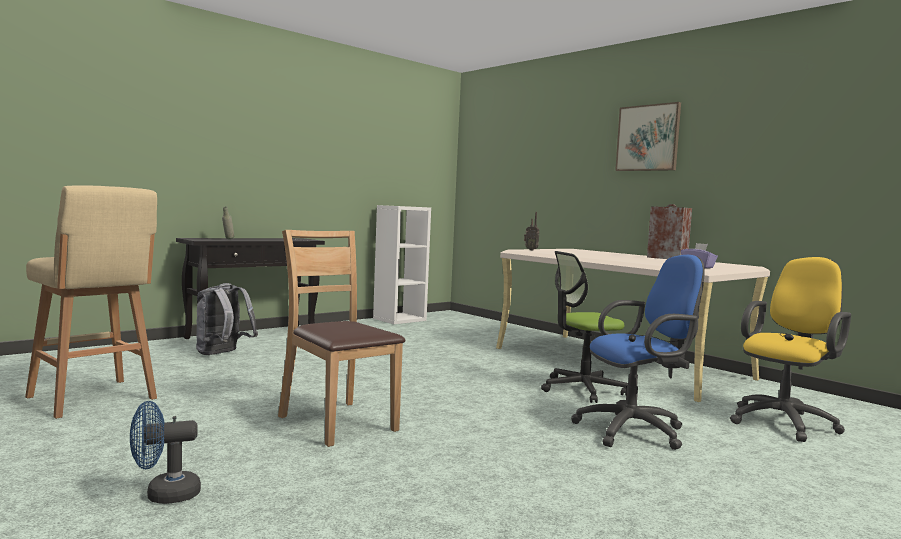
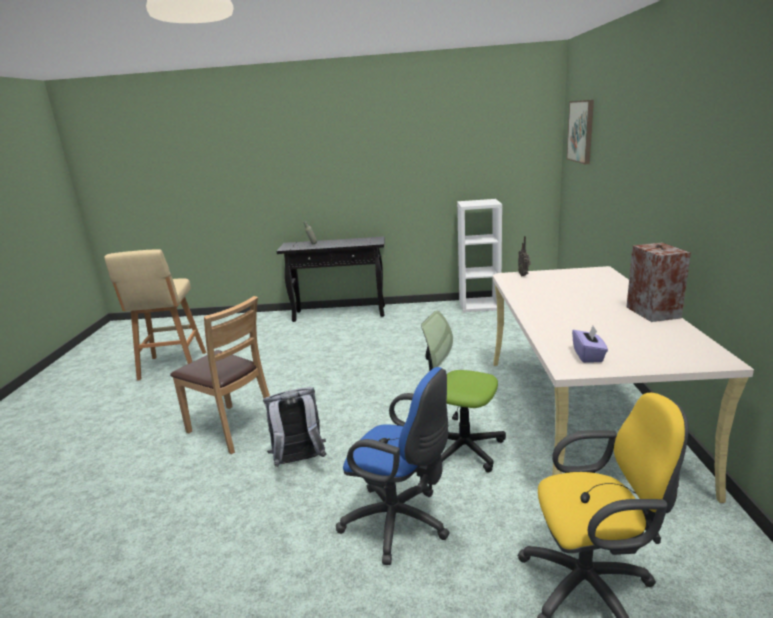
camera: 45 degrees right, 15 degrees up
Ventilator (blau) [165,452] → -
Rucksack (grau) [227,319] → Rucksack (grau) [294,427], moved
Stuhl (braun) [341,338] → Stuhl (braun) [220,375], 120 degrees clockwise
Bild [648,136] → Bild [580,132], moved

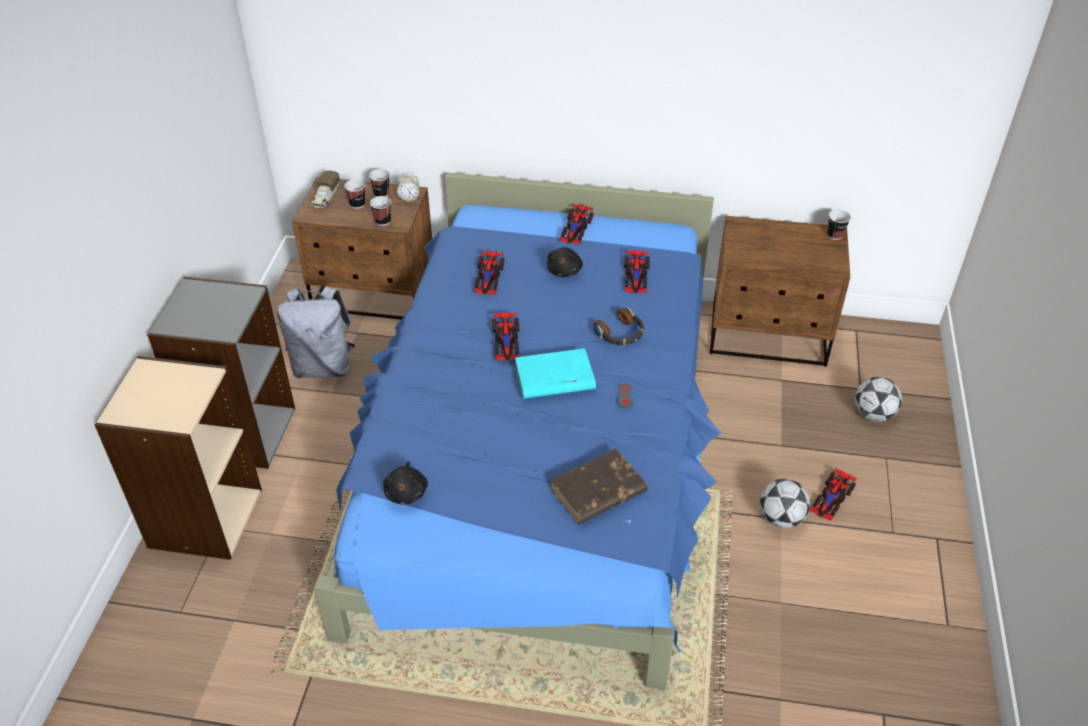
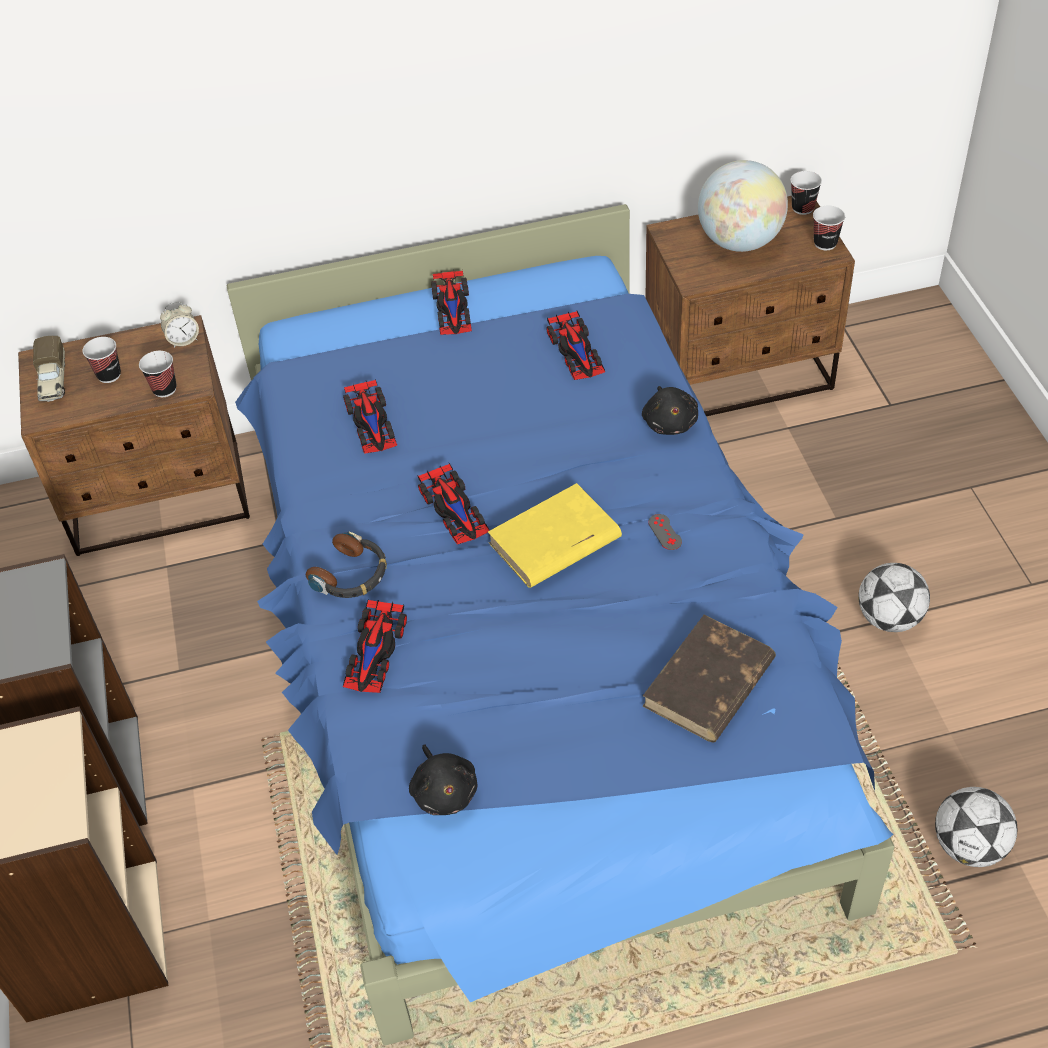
camera: 20 degrees left, 5 degrees up
Rucksack (grau) [316,332] → -
Tasse [379,183] → Tasse [829,228], moved
Buch (türkis) [555,373] → Buch (gelb) [555,535]
Plüschtier (schwarz) [565,262] → Plüschtier (schwarz) [670,410], moved
Kopfhörer [619,327] → Kopfhörer [346,565], moved
Spielzeugauto [833,494] → Spielzeugauto [375,646], moved
Fußball [878,399] → Fußball [976,827], moved
- → Globus [743,206]

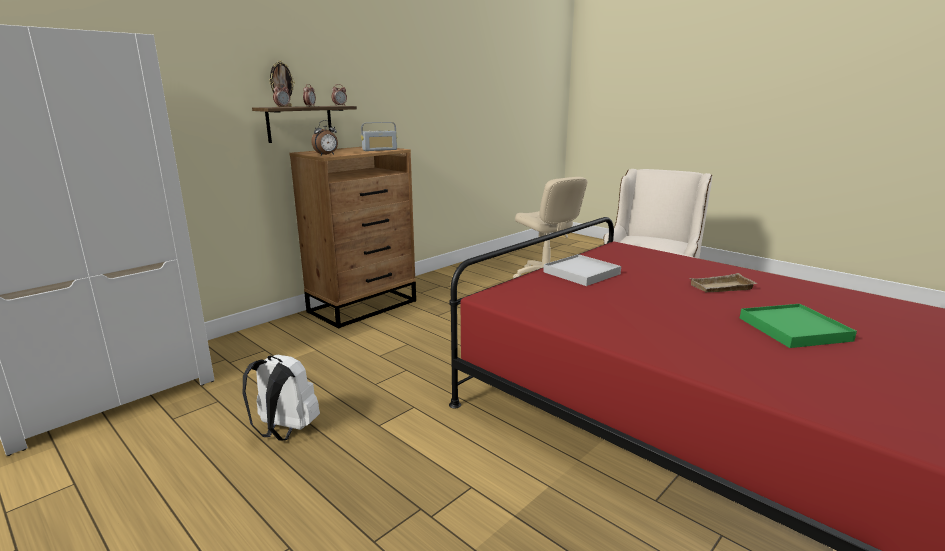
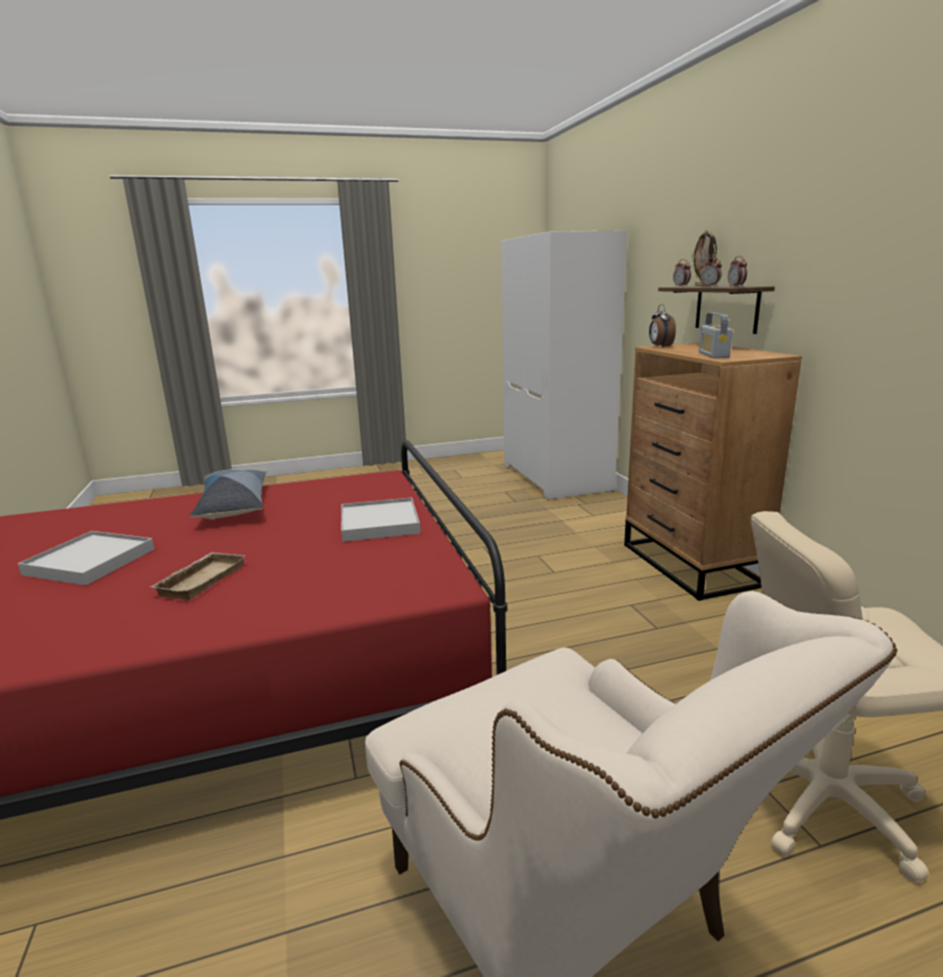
camera: 120 degrees right, 0 degrees up
Rucksack (weiß) [281,398] → -
Tablett (grün) [798,326] → Tablett (weiß) [86,558]
- → Kissen [228,493]

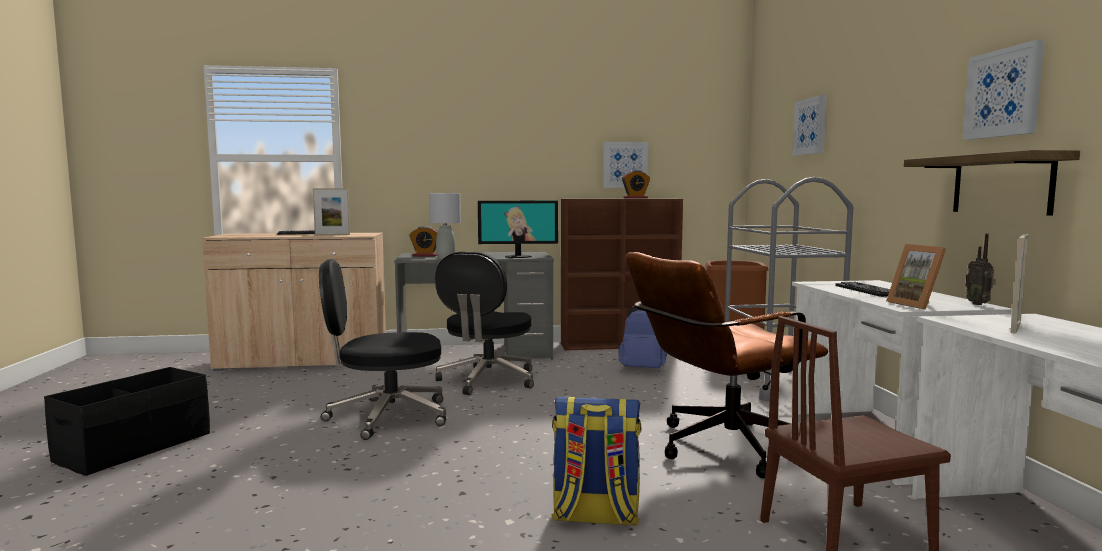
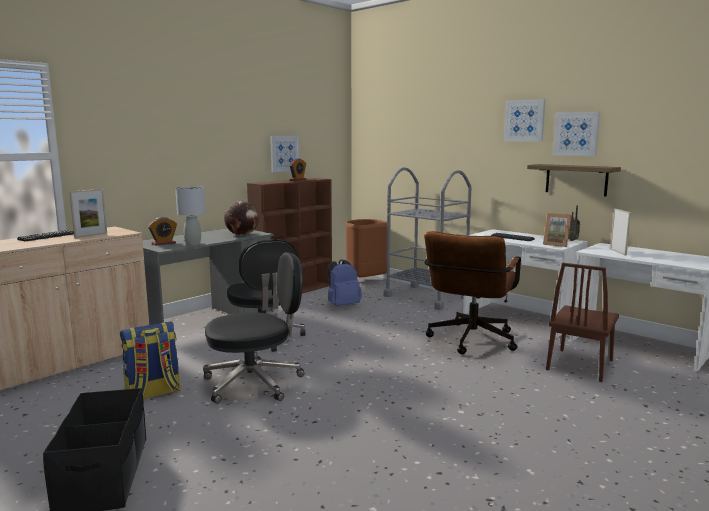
camera: 40 degrees left, 5 degrees up
Bürostuhl (schwarz) [382,349] → Bürostuhl (schwarz) [253,328], 150 degrees counterclockwise
Monitor [518,229] → Globus [241,218]
Rucksack [597,461] → Rucksack [150,360], moved
Bild [809,125] → Bild [525,120], moved

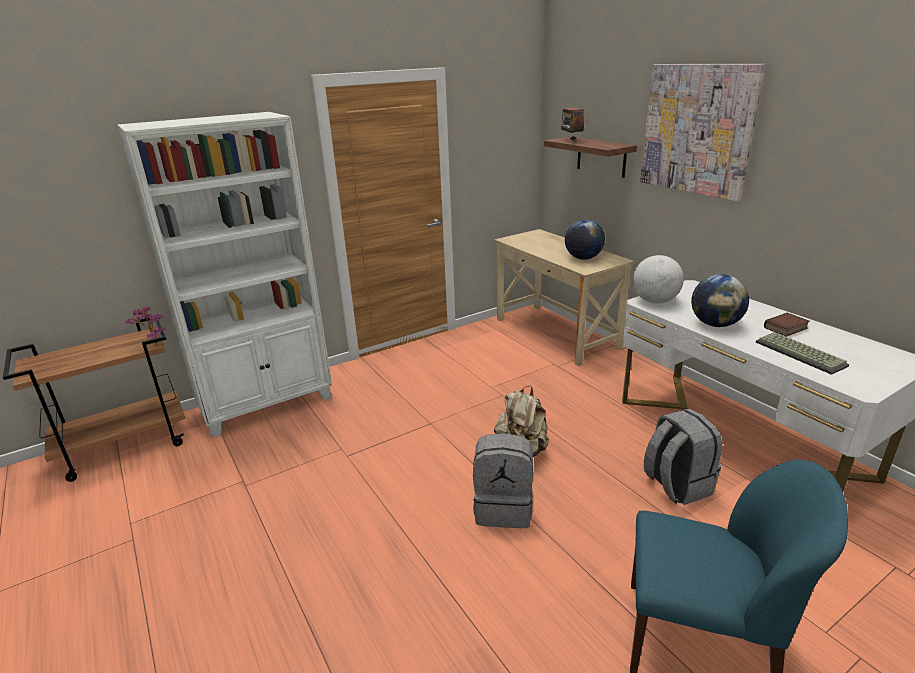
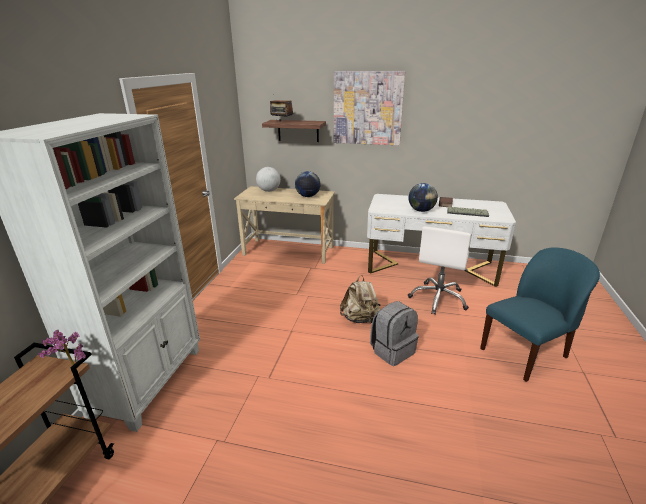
camera: 45 degrees left, 0 degrees up
Globus [658,279] → Globus [268,179], moved
Rucksack (grau) [683,457] → Bürostuhl (weiß) [439,271]

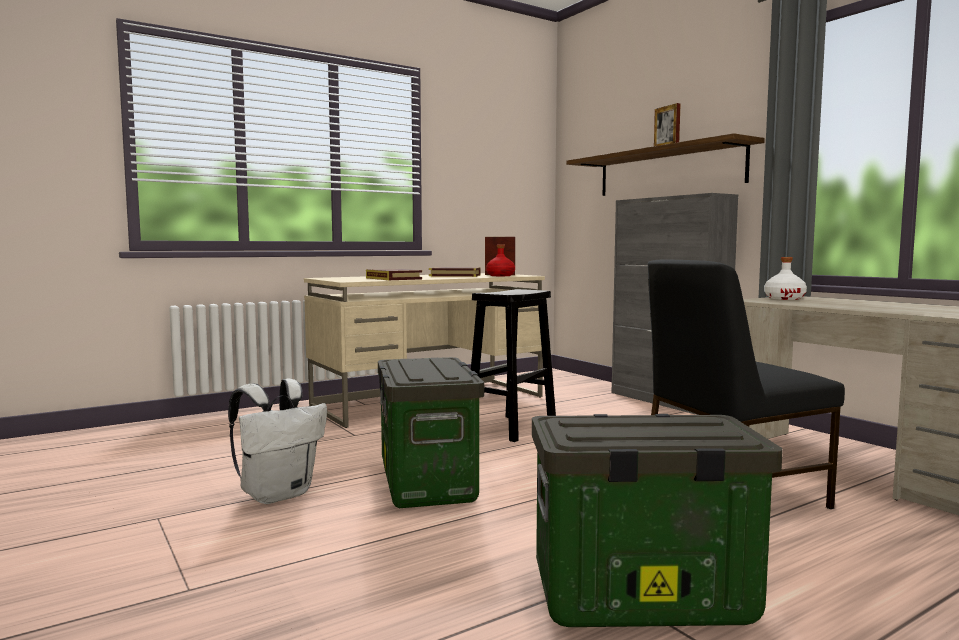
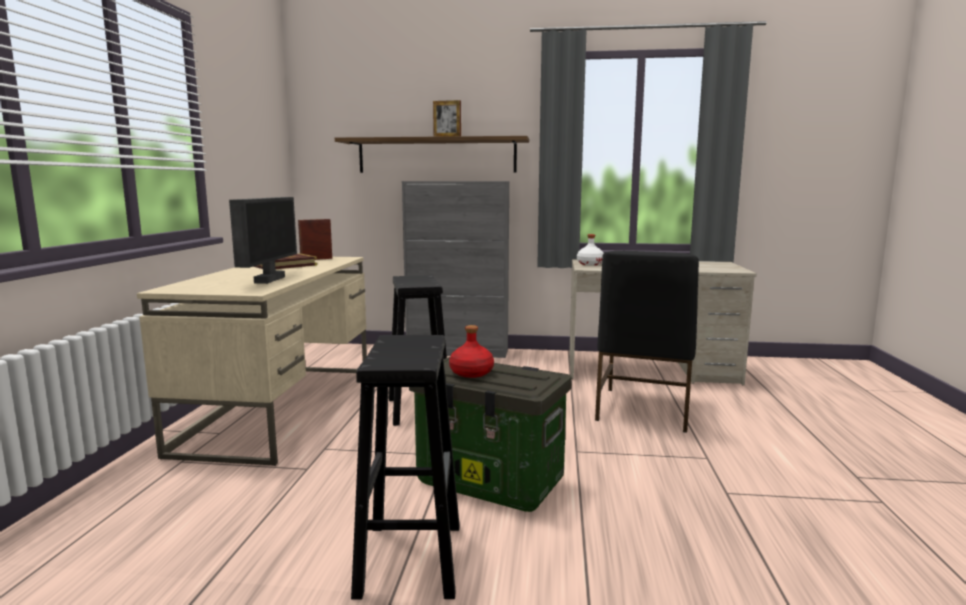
camera: 50 degrees left, 5 degrees up
Rucksack (weiß) [277,441] → Hocker (schwarz) [405,467]
Buch [394,274] → Monitor [263,240]
Flasche (rot) [500,260] → Flasche (rot) [471,351], moved
Aufbewahrungsbox [657,520] → -

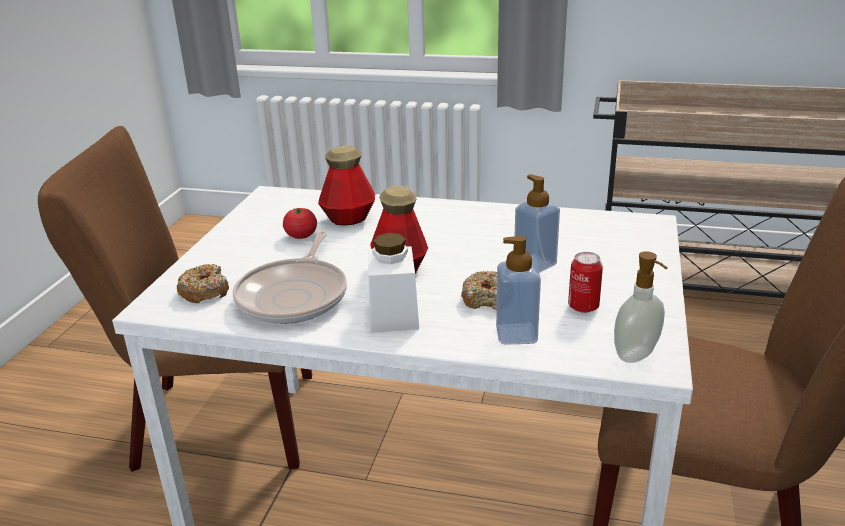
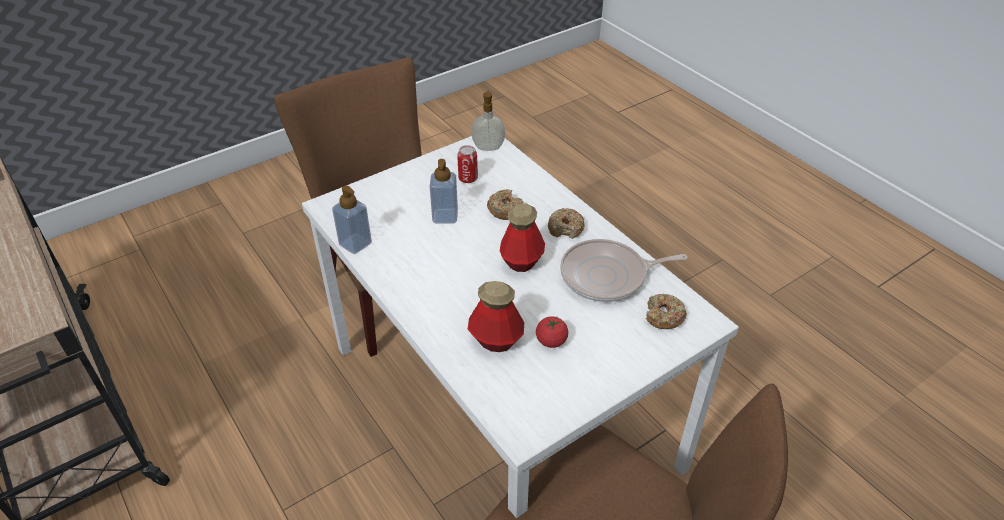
camera: 140 degrees left, 15 degrees up
Pfanne [289,277] → Pfanne [624,270], 150 degrees counterclockwise
Vorratsglas (weiß) [393,283] → Donut [566,223]
Seifenspender [518,290] → Seifenspender [352,219], moved

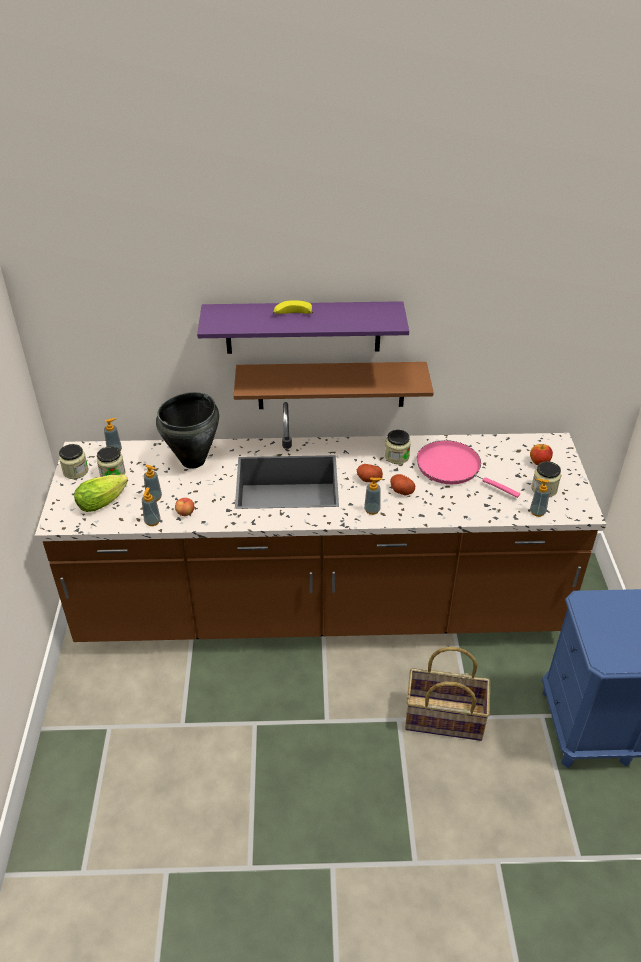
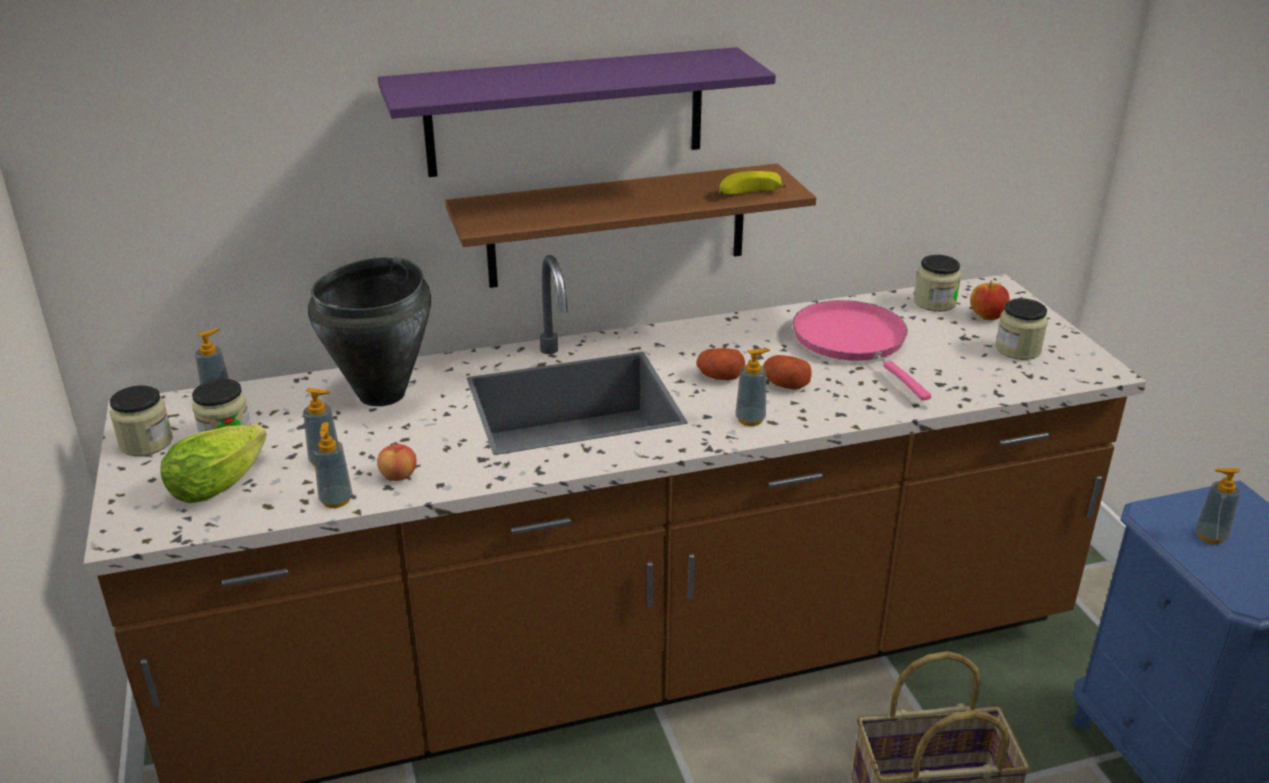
camera: 15 degrees left, 10 degrees down
Banane [293,307] → Banane [752,182], moved
Vorratsglas [398,447] → Vorratsglas [937,283], moved
Pfanne (rosa) [468,469] → Pfanne (rosa) [862,350], 45 degrees clockwise
Seifenspender [540,498] → Seifenspender [1218,506], moved

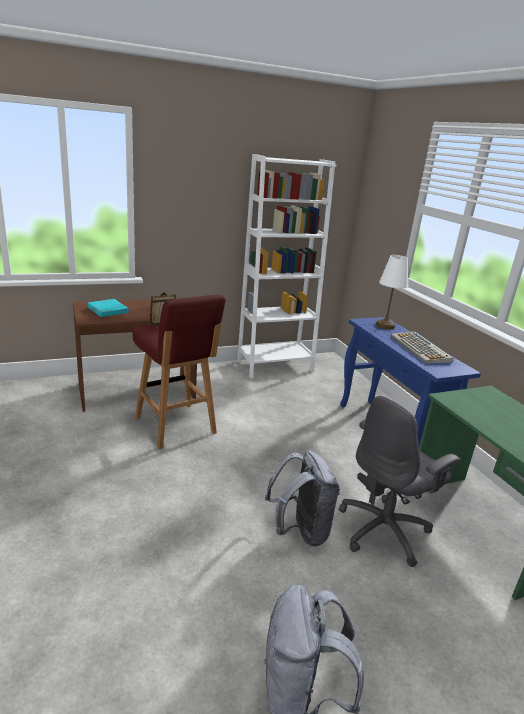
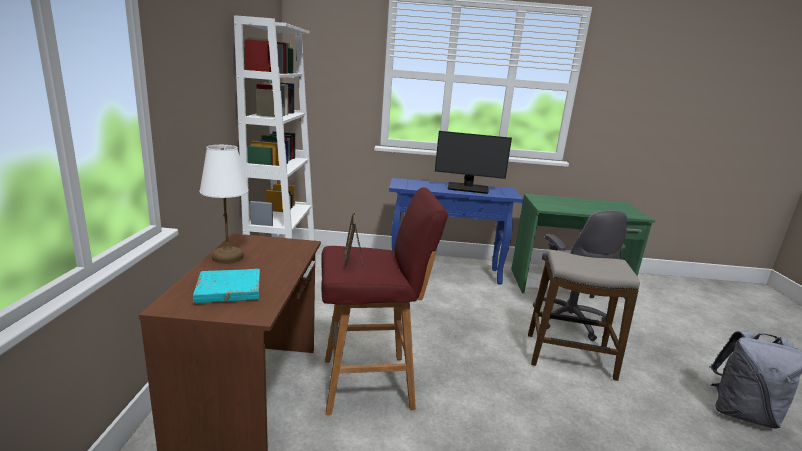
camera: 65 degrees left, 5 degrees down
Rucksack (grau) [302,498] → Hocker [584,315]
Tischlampe (weiß) [392,292] → Tischlampe (weiß) [224,204], moved
Tastatur [422,348] → Monitor [473,162]

